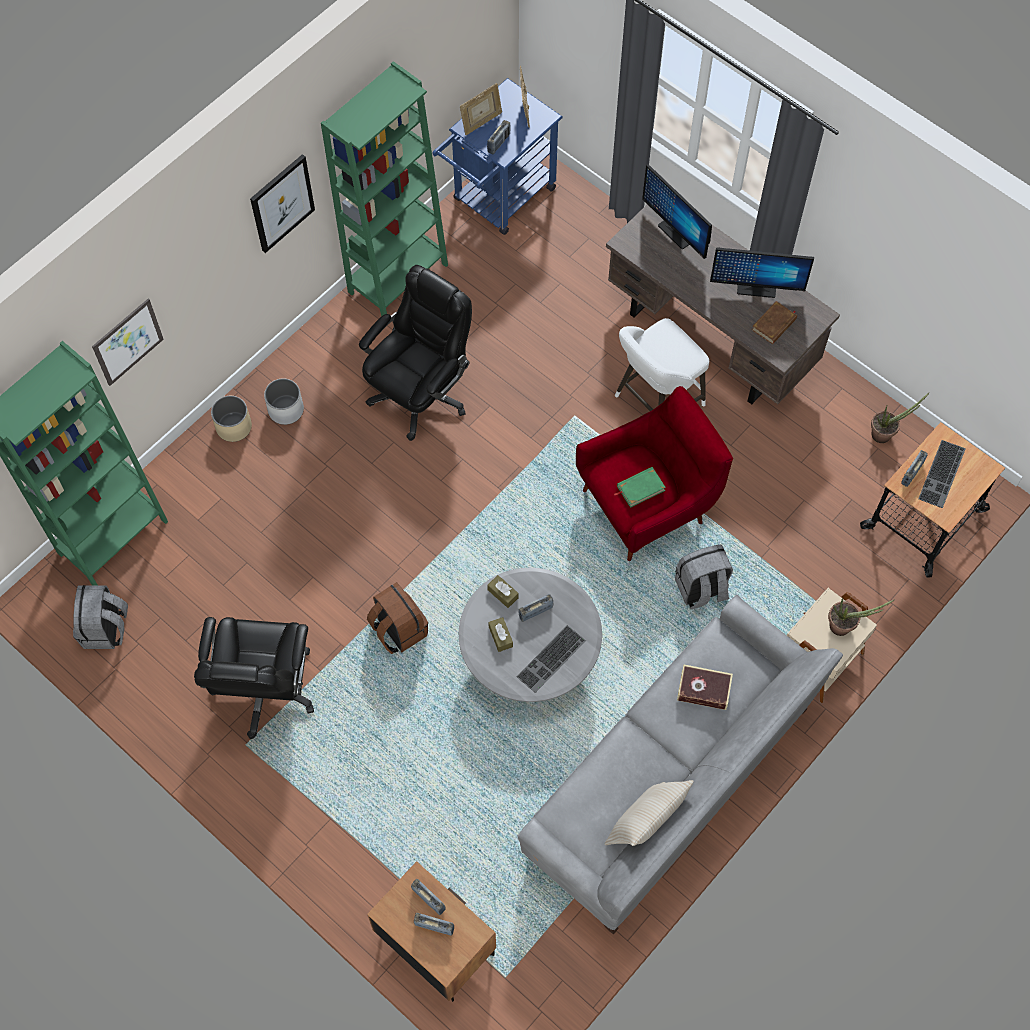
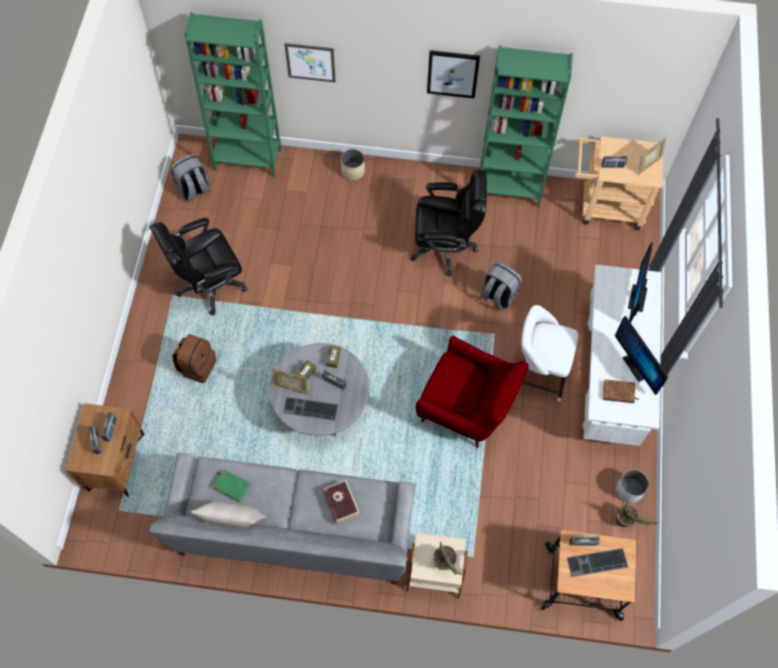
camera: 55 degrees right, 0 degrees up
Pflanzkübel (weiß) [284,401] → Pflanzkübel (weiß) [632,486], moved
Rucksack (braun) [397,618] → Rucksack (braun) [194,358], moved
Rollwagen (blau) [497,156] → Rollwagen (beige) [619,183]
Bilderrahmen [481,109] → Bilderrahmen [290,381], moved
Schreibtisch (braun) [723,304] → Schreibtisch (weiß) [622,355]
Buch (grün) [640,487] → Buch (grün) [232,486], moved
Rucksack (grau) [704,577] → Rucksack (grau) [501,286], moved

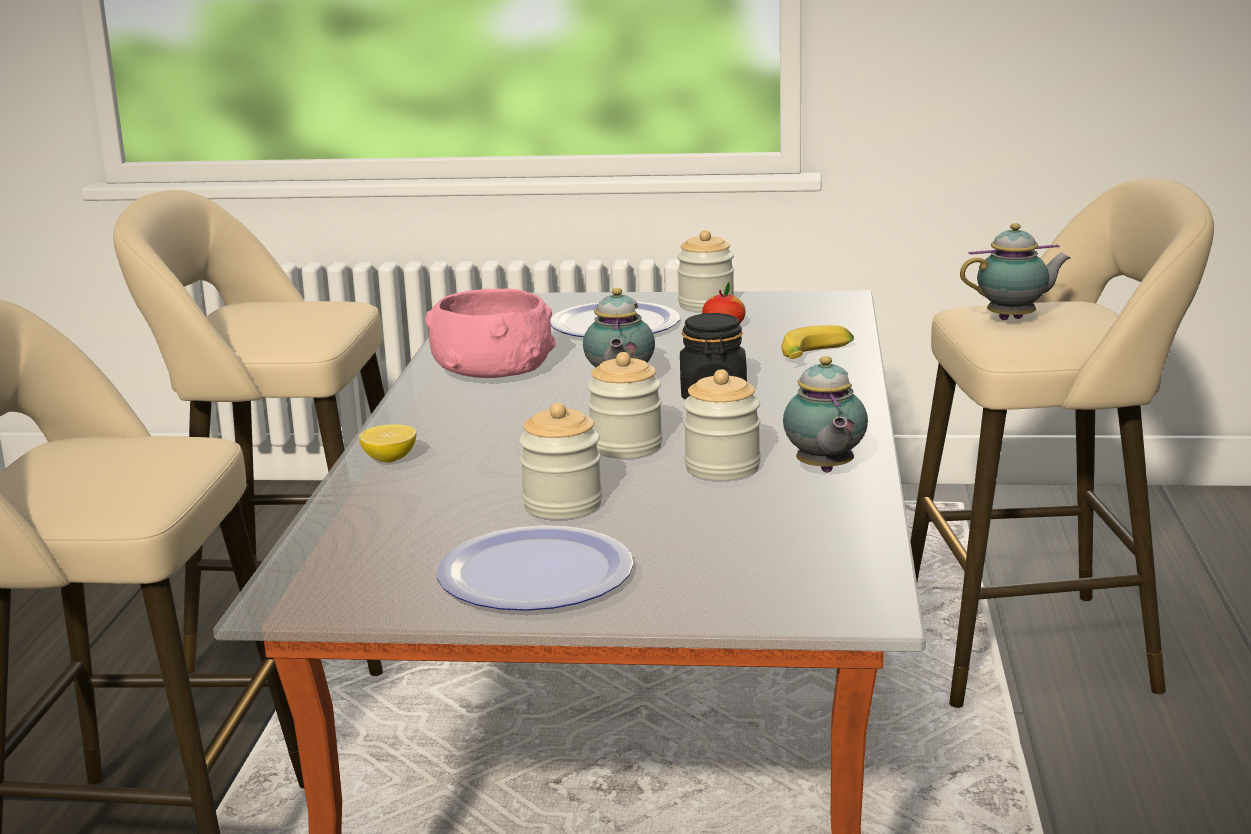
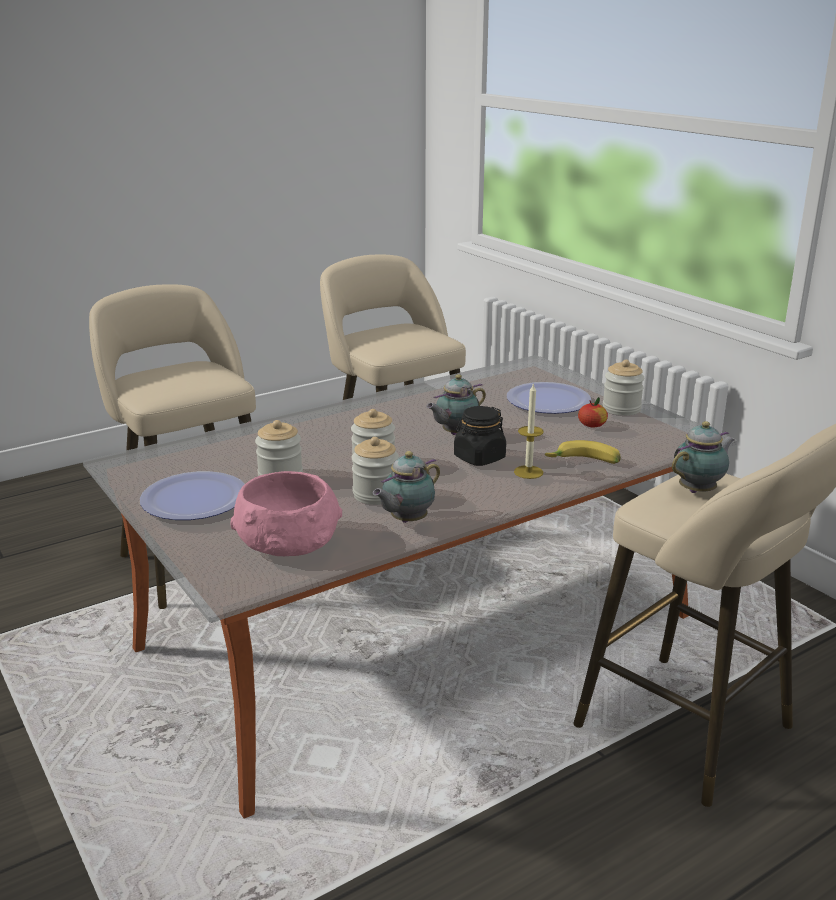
camera: 50 degrees right, 5 degrees up
Zitrone [387,443] → -
Schüssel (rosa) [490,333] → Schüssel (rosa) [286,513], moved
Teekanne [1015,271] → Teekanne [703,457], 75 degrees counterclockwise
- → Kerze [529,431]

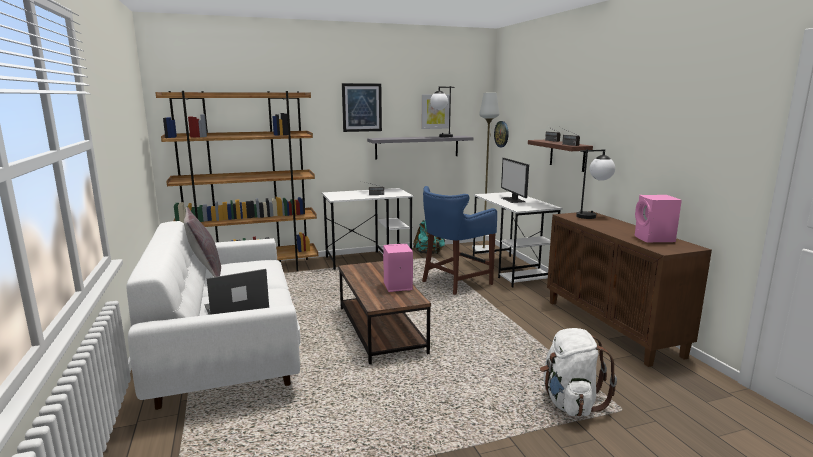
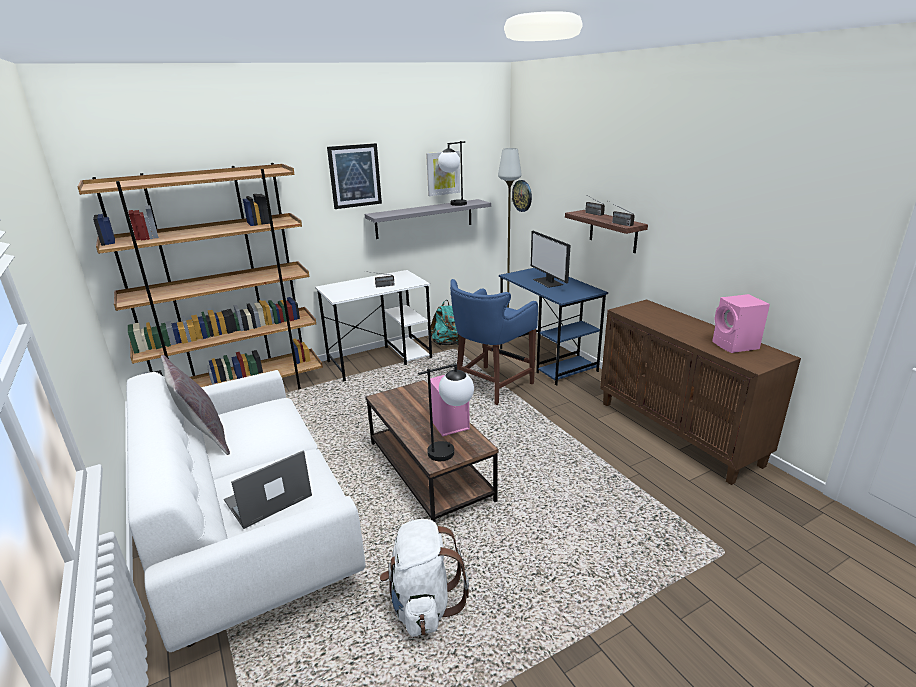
camera: 10 degrees left, 10 degrees up
Schreibtisch (weiß) [518,239] → Schreibtisch (blau) [553,327]
Rucksack (weiß) [578,372] → Rucksack (weiß) [424,578], moved
Tischlampe [595,184] → Tischlampe [446,412], moved

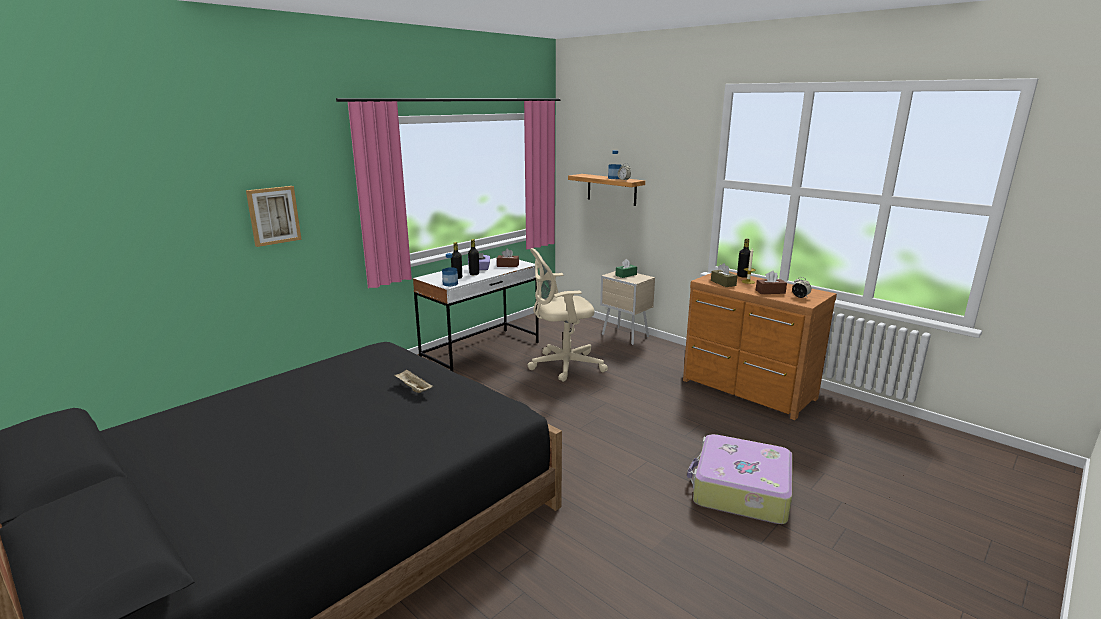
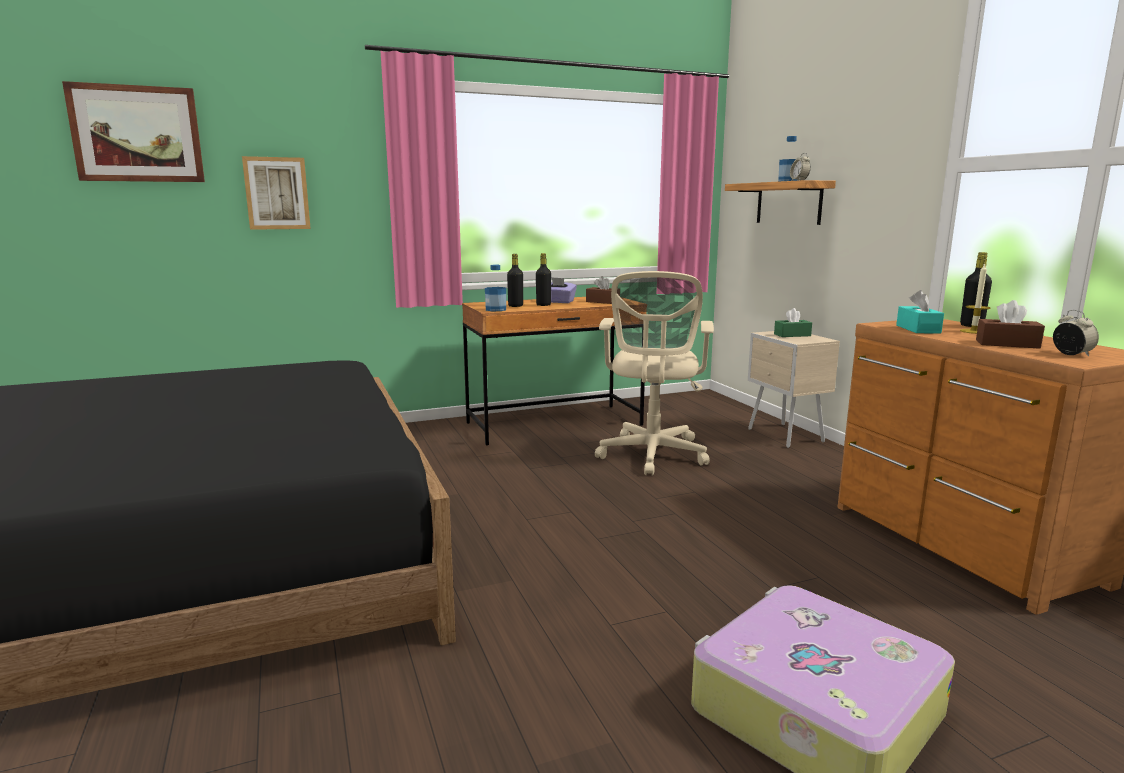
camera: 25 degrees right, 5 degrees down
Tablett (beige) [413,381] → -
Schreibtisch (weiß) [476,315] → Schreibtisch (braun) [554,371]
Bürostuhl (beige) [568,315] → Bürostuhl (beige) [654,373], 90 degrees counterclockwise
Taschentuchbox (braun) [724,275] → Taschentuchbox (türkis) [920,311]
- → Bild [133,131]

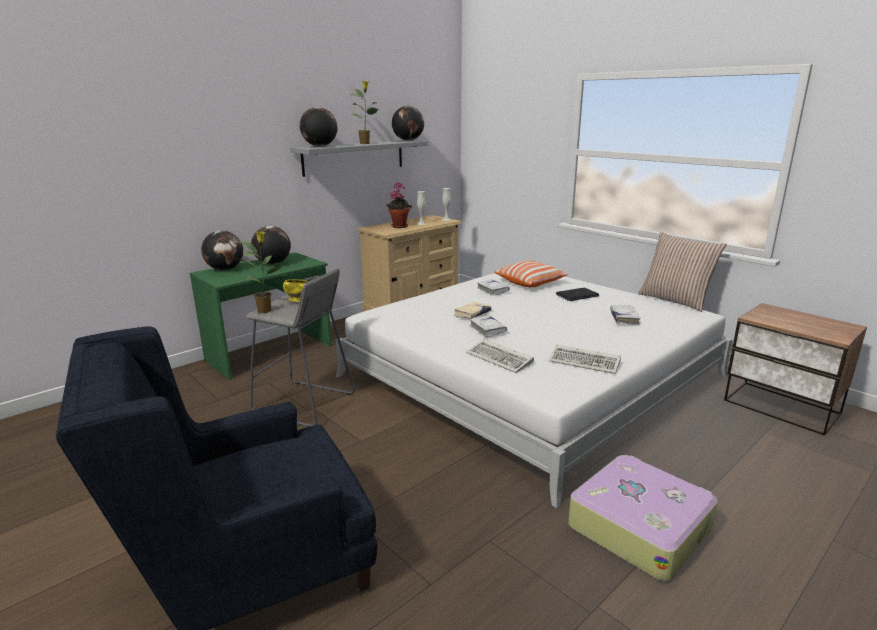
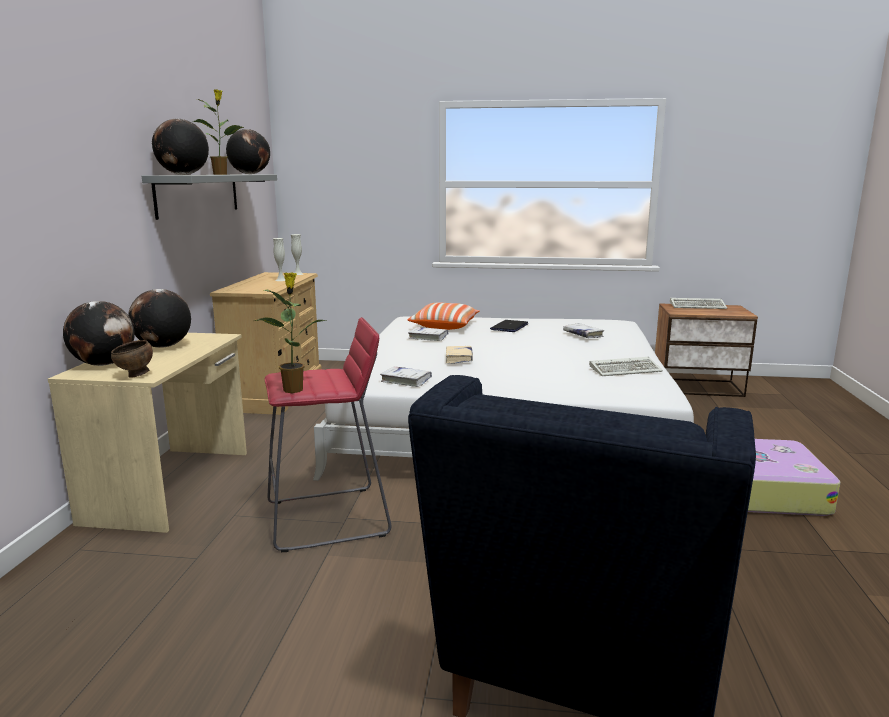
camera: 40 degrees left, 5 degrees down
Schreibtisch (grün) [260,316] → Schreibtisch (beige) [147,433]
Hocker (grau) [300,347] → Hocker (rot) [328,434]
Schüssel (gelb) [295,290] → -
Topfpflanze [399,205] → -
Tastatur [500,356] → Tastatur [698,303], moved
Buch (weiß) [488,326] → Buch (weiß) [406,376], moved
Kissen [682,272] → -
- → Schüssel (braun) [132,359]

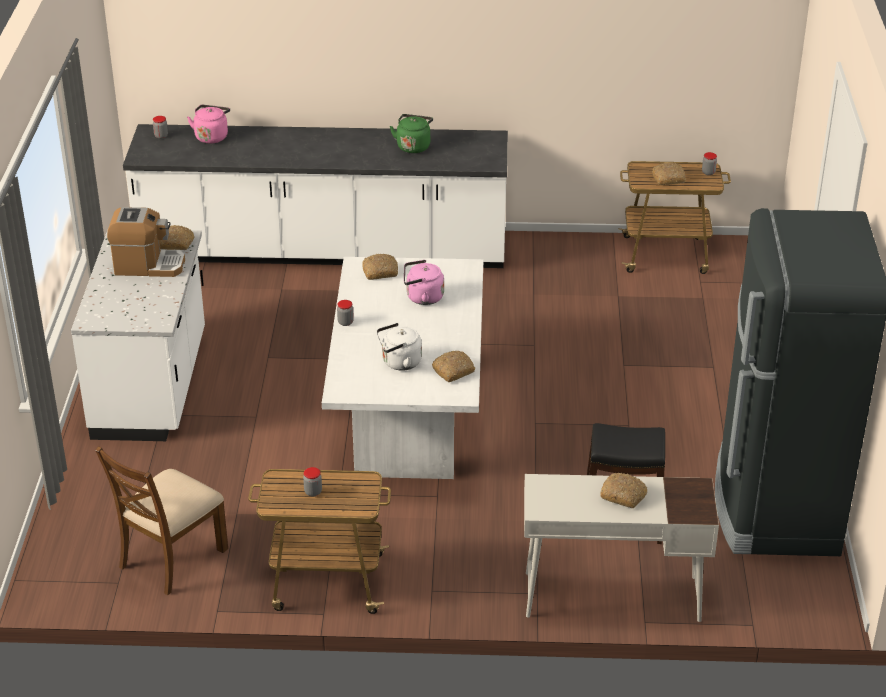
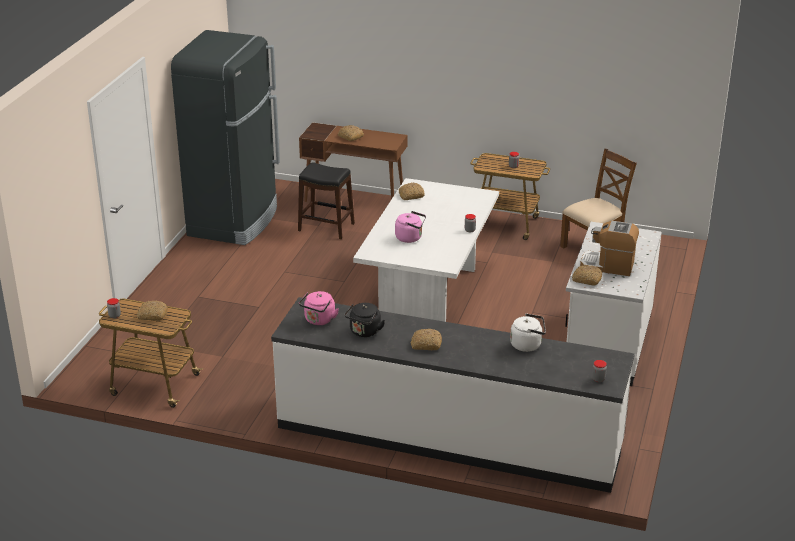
camera: 165 degrees left, 5 degrees down
Wasserkessel (rosa) [208,124] → Wasserkessel (rosa) [319,308], moved
Brot [380,267] → Brot [426,339], moved
Wasserkessel (weiß) [399,347] → Wasserkessel (weiß) [528,333], moved
Wasserkessel (grün) [411,133] → Wasserkessel (schwarz) [364,320]
Schreibtisch (weiß) [621,548] → Schreibtisch (braun) [353,162]

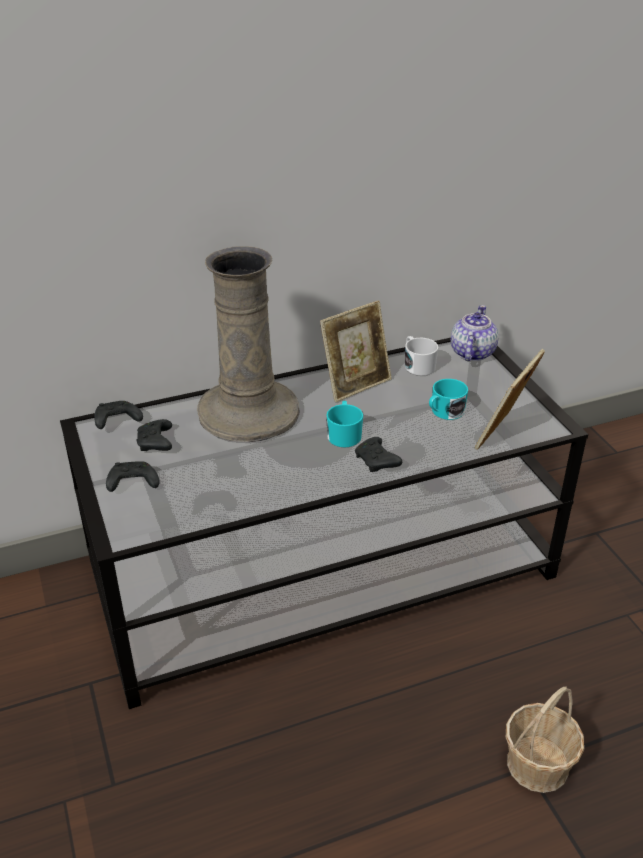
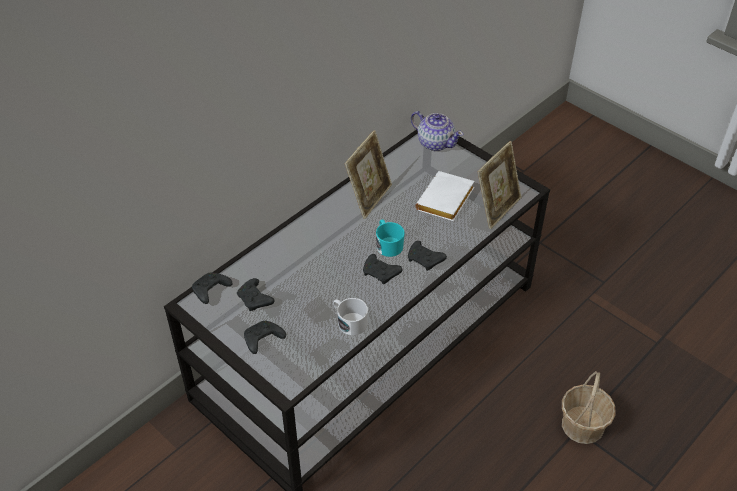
camera: 25 degrees left, 10 degrees up
Vase (beige) [248,344] → -
Henkelbecher (weiß) [422,356] → Henkelbecher (weiß) [350,316], moved
Henkelbecher (türkis) [448,399] → Buch (weiß) [445,196]
Teekanne [475,333] → Teekanne [437,131], 135 degrees clockwise
Bilderrahmen [509,399] → Bilderrahmen [499,185], 150 degrees counterclockwise
- → Gamepad (schwarz) [383,269]

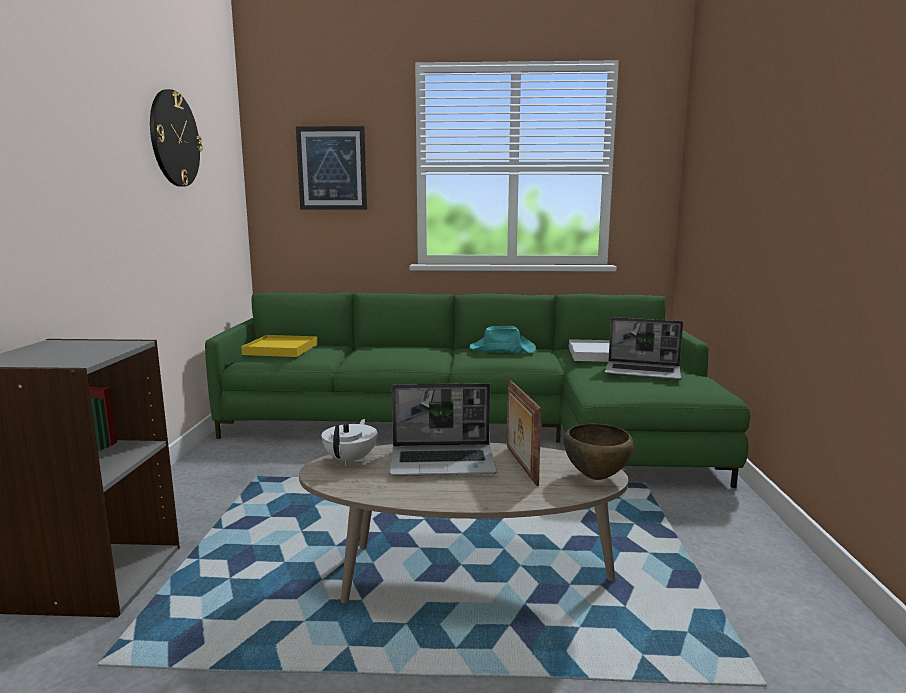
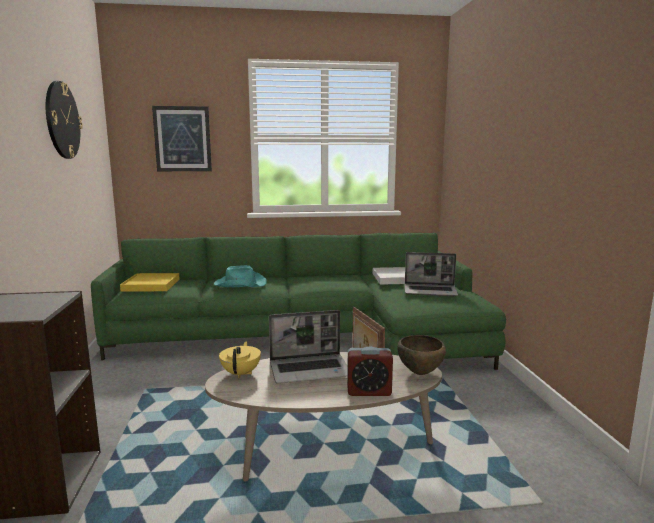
camera: 10 degrees left, 0 degrees up
Teekanne (weiß) [349,442] → Teekanne (gelb) [240,359]
Hut (türkis) [502,339] → Hut (türkis) [240,276], moved
- → Wecker [370,371]

